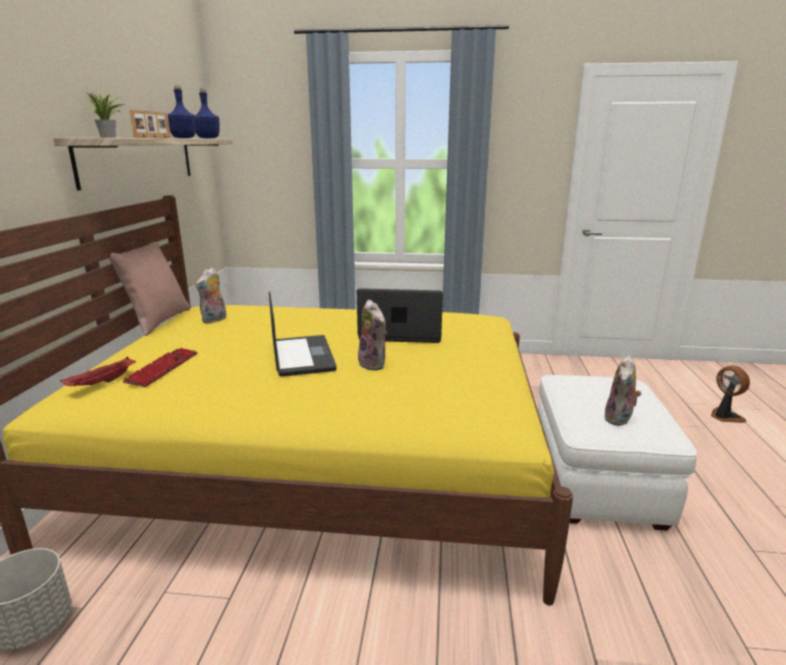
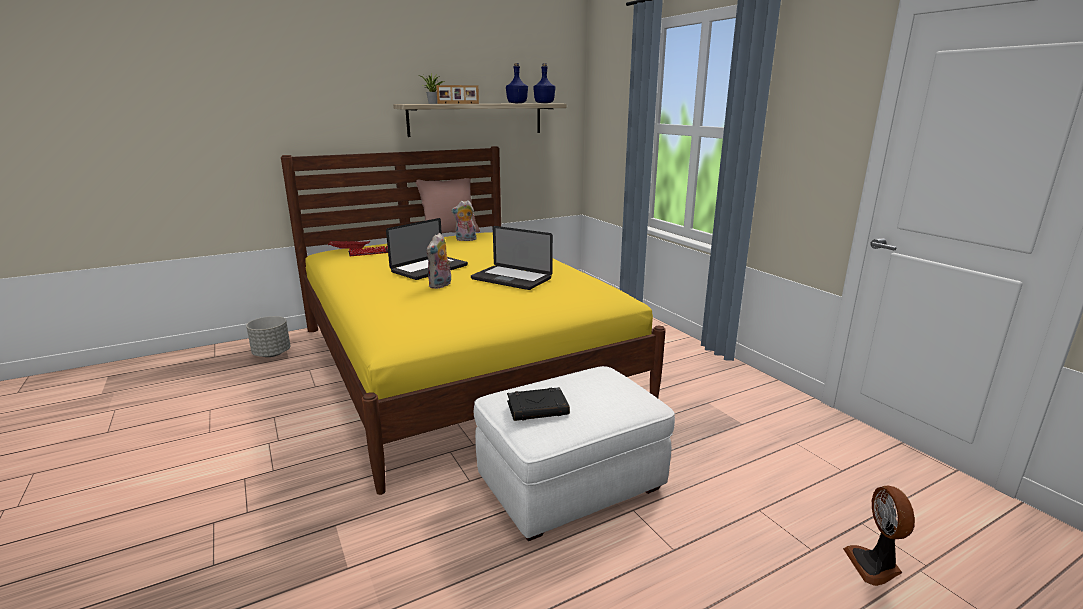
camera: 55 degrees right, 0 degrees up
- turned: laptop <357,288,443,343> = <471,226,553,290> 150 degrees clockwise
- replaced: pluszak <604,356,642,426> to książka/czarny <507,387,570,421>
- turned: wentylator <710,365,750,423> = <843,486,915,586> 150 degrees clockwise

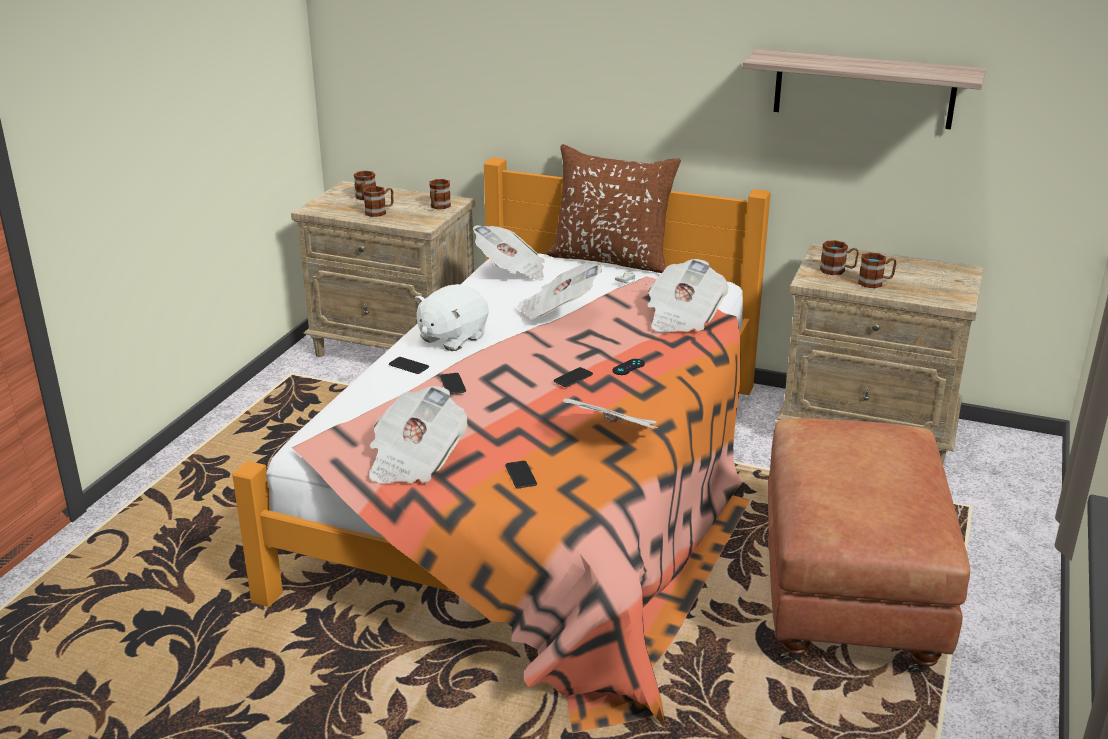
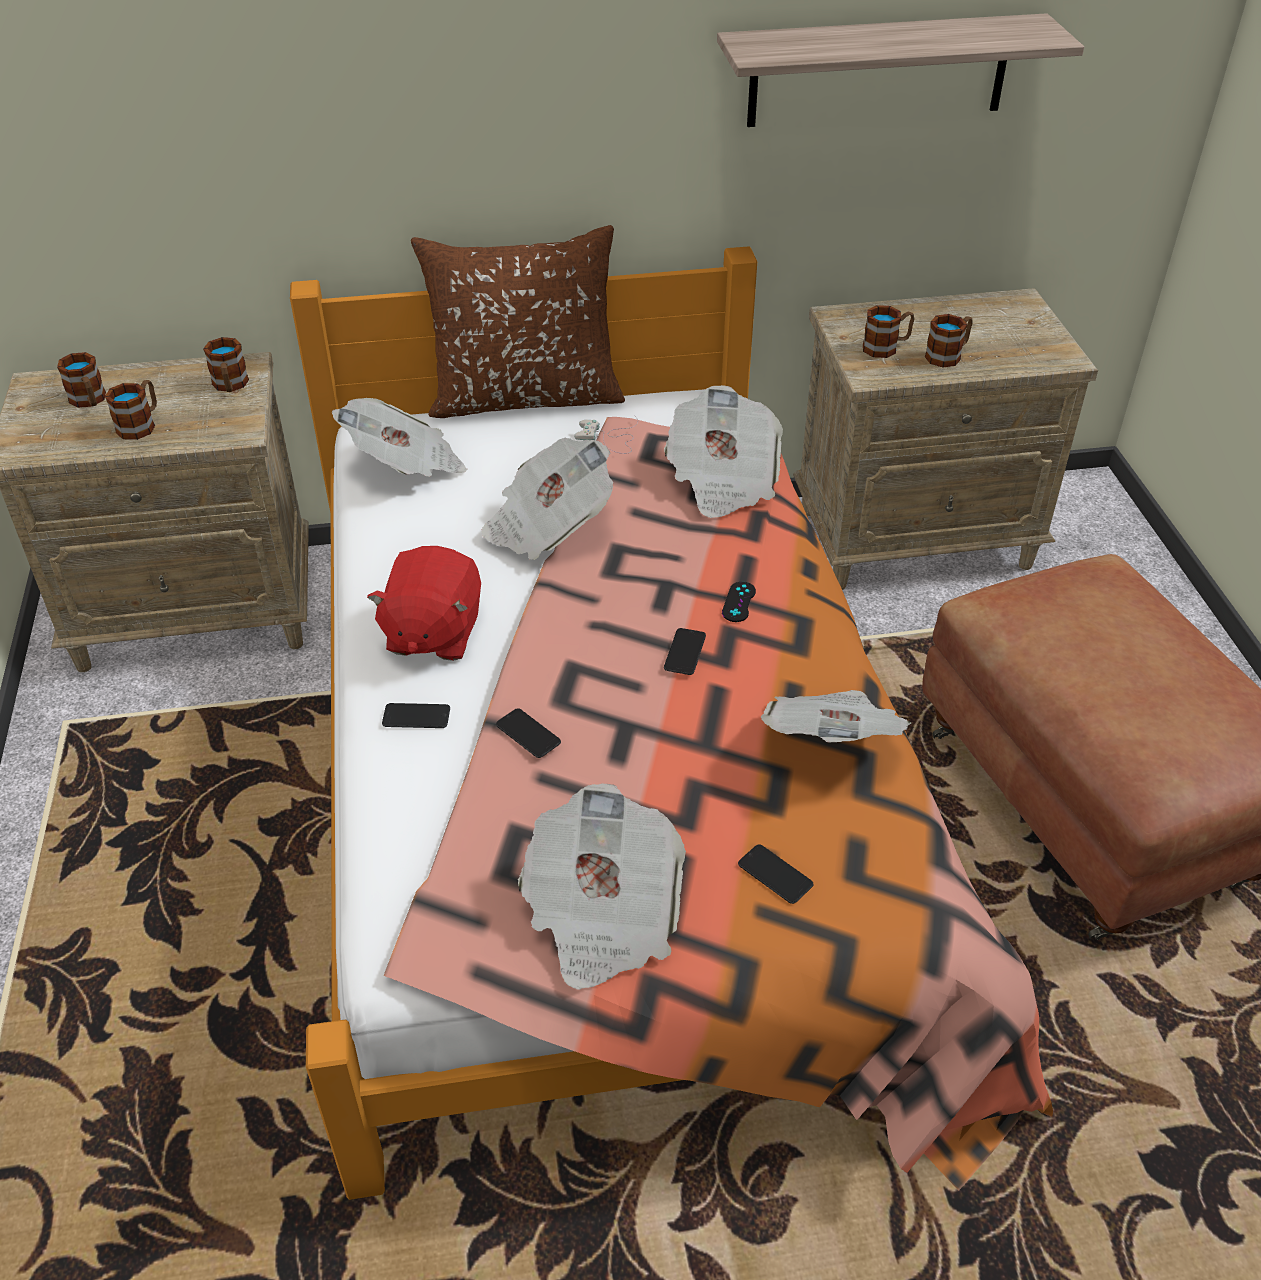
camera: 30 degrees left, 15 degrees up
- recoloured: pluszak/biały <415,284,489,351> to pluszak/czerwony <367,546,481,661>

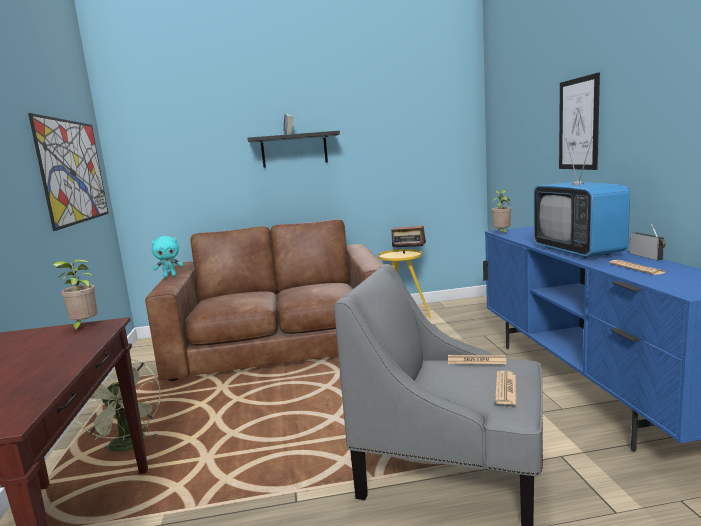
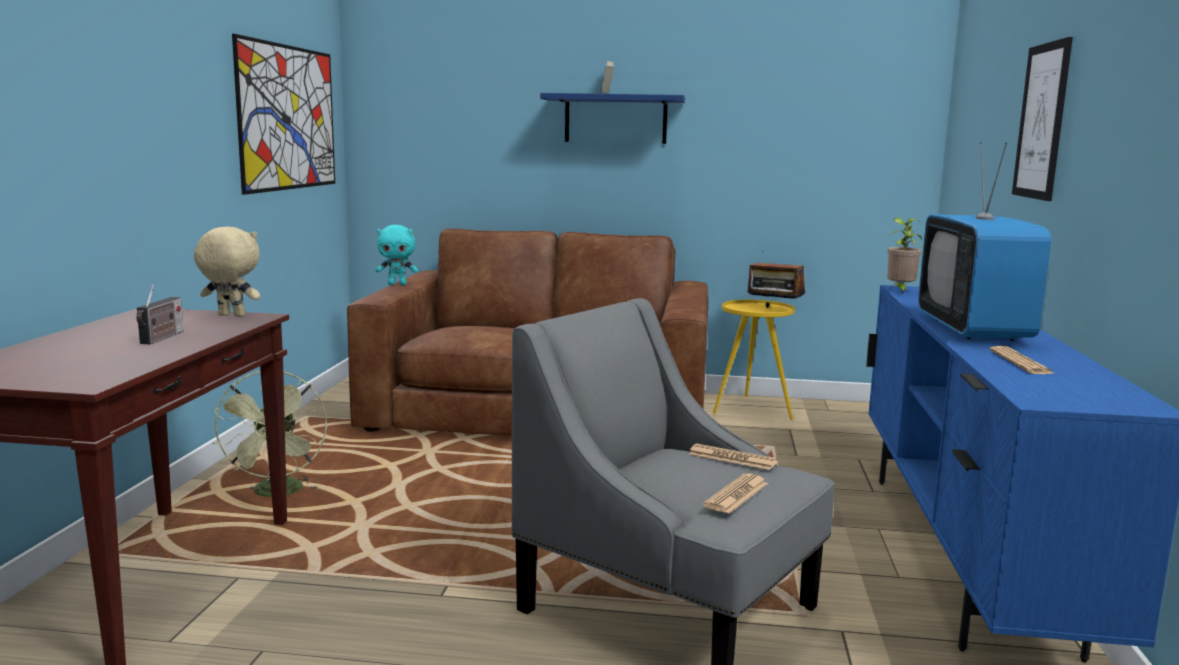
camera: 15 degrees right, 0 degrees up
- replaced: roślina doniczkowa <52,259,98,333> to pluszak/beżowy <194,227,260,317>
- recoloured: półka/czarny <248,131,340,168> to półka/niebieski <540,93,685,144>
- moved: radio <630,224,666,260> to <136,284,184,344>

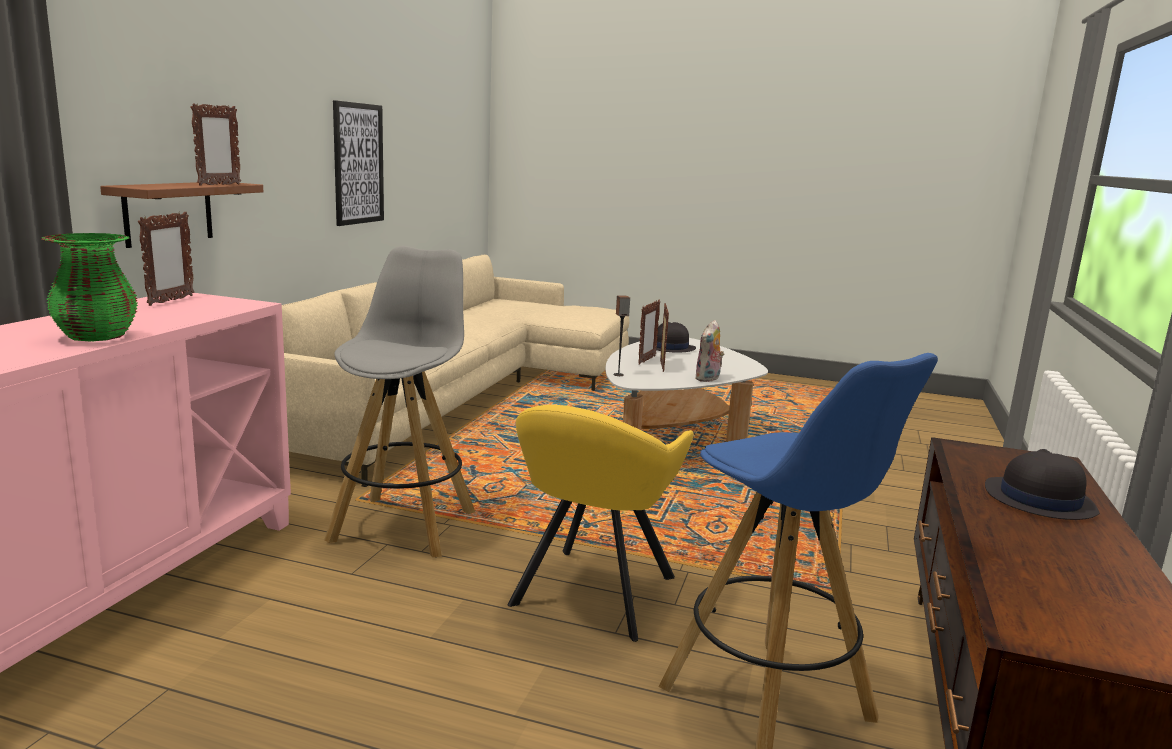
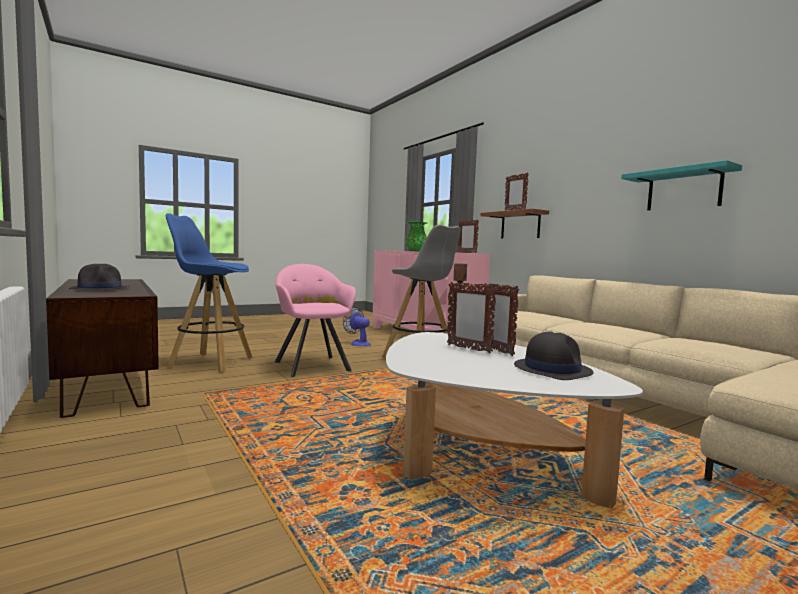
camera: 130 degrees right, 10 degrees down
- replaced: obraz <333,100,384,226> to półka/turkusowy <621,160,742,210>
- recoloured: fotel/żółty <508,405,694,642> to fotel/różowy <275,264,356,377>
- removed: pluszak <695,320,724,382>
- added: wentylator <343,307,371,346>

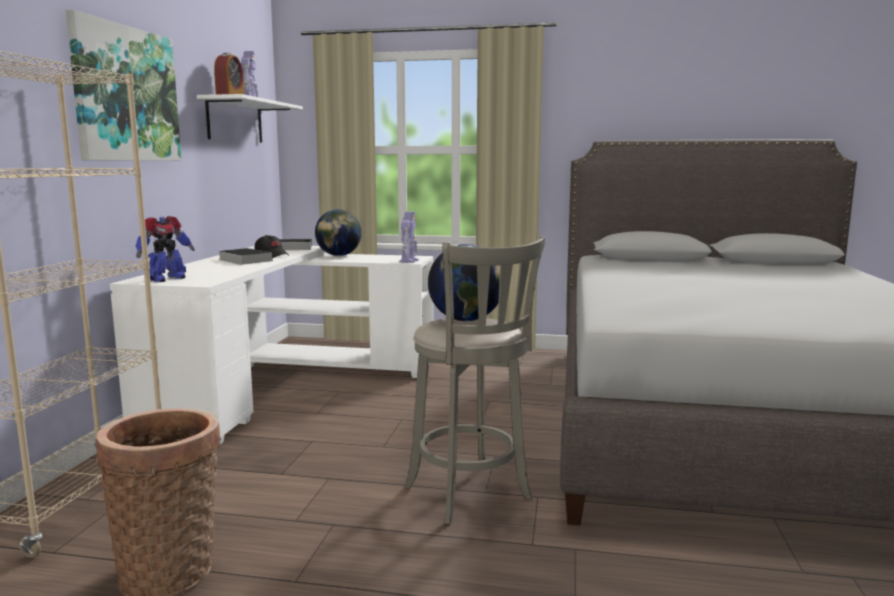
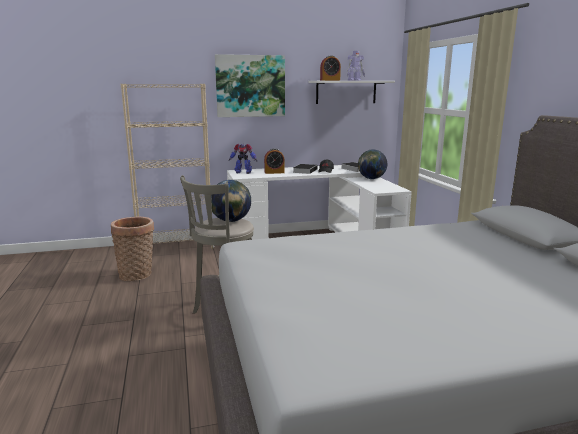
camera: 65 degrees right, 5 degrees up
- removed: robot zabawkowy <399,211,419,263>
- added: budzik <264,148,285,174>

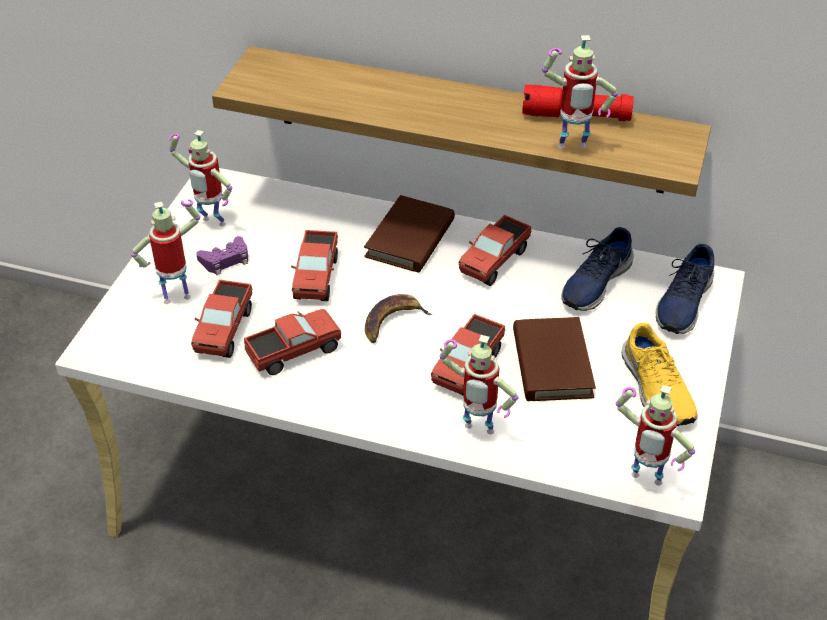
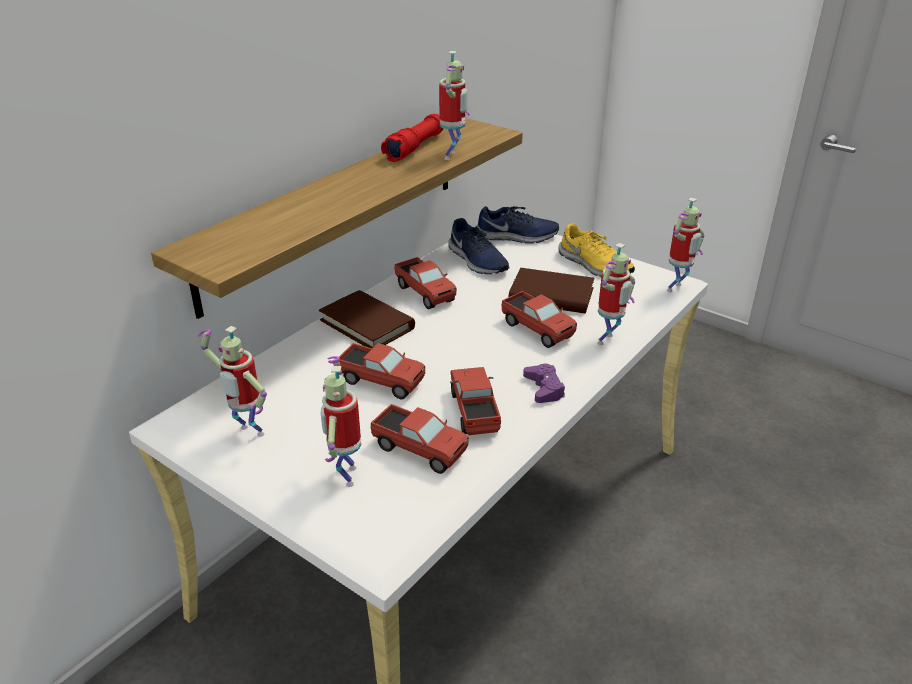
camera: 70 degrees left, 10 degrees down
- turned: robot zabawkowy <169,130,232,226> = <198,326,267,437> 75 degrees clockwise
- moved: pad do gier/fioletowy <196,236,248,275> to <523,364,565,403>
- removed: banan <365,294,432,343>
- turned: but/żółty <622,323,698,426> = <558,223,635,277> 45 degrees clockwise
- turned: but/niebieski <656,244,715,334> = <477,206,559,244> 45 degrees counterclockwise

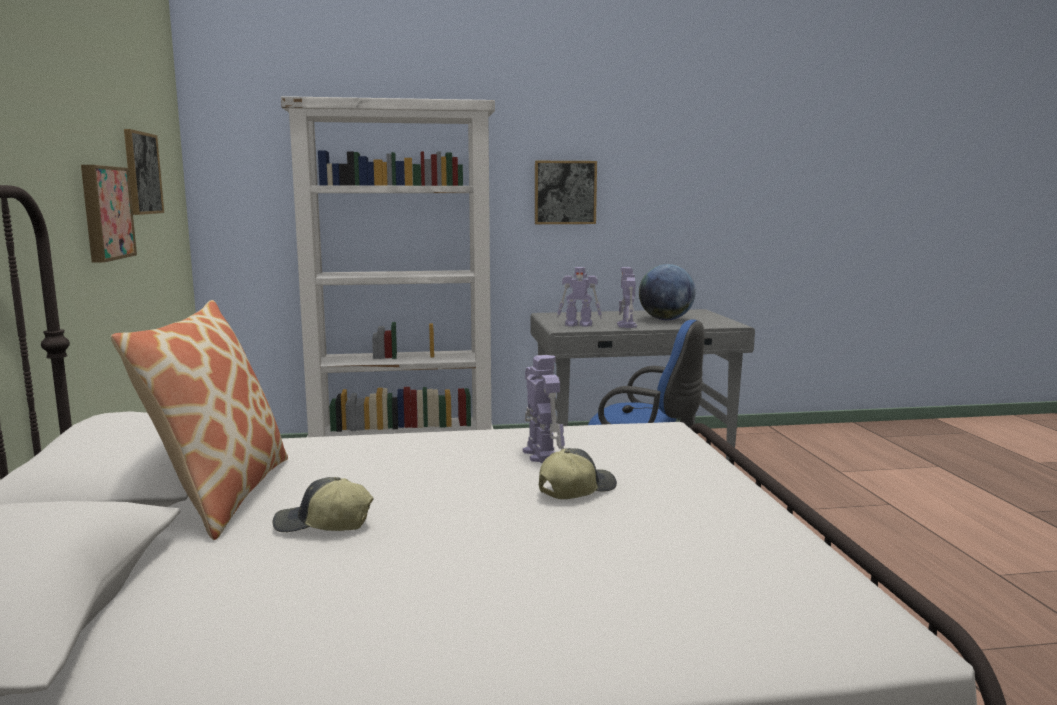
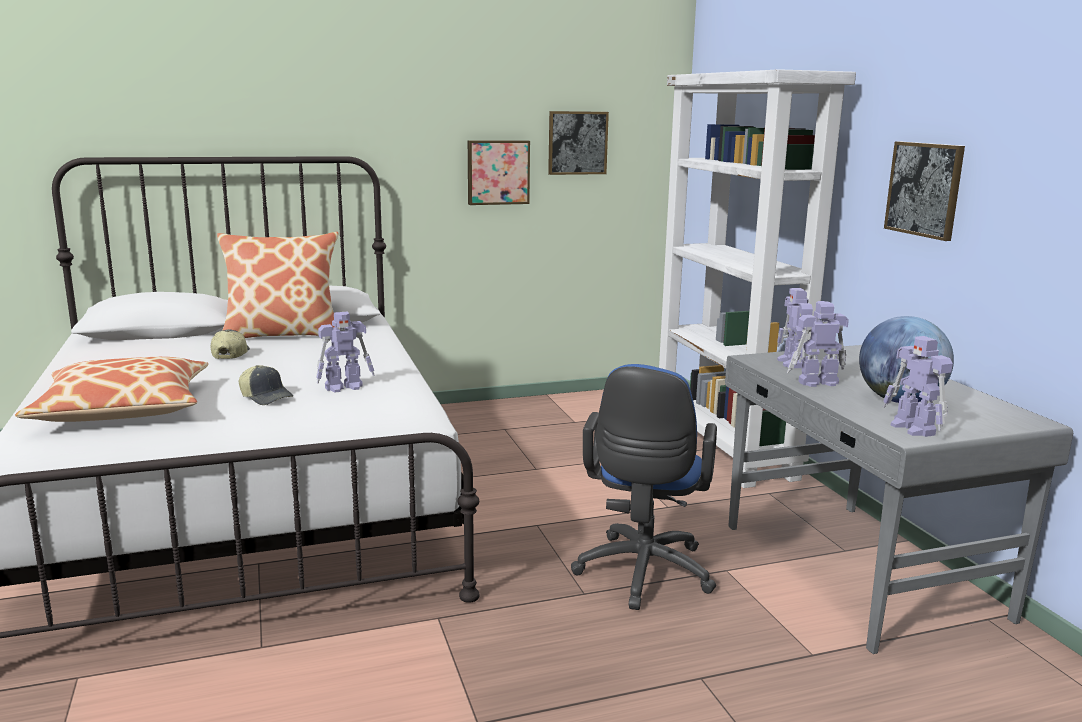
camera: 80 degrees right, 5 degrees up
- added: poduszka <15,357,208,422>
- added: robot zabawkowy <883,336,953,437>

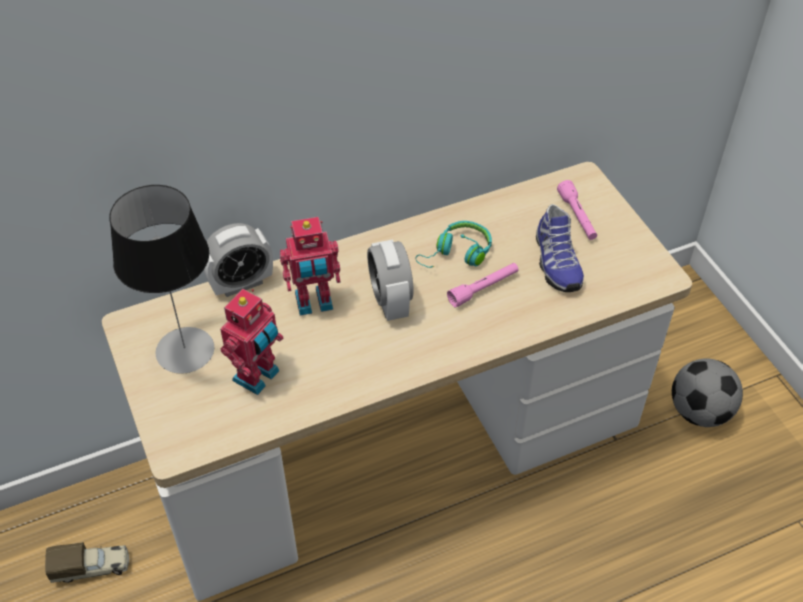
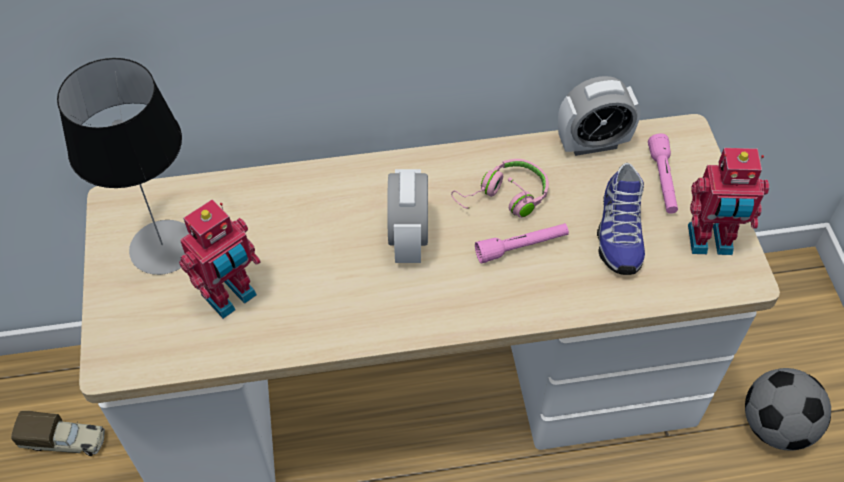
camera: 15 degrees right, 5 degrees up
- moved: budzik <203,223,273,297> to <558,76,641,156>
- moved: robot zabawkowy <280,217,340,316> to <688,148,769,255>
- recoloured: słuchawki/turkusowy <415,221,492,268> to słuchawki/różowy <451,159,549,218>

